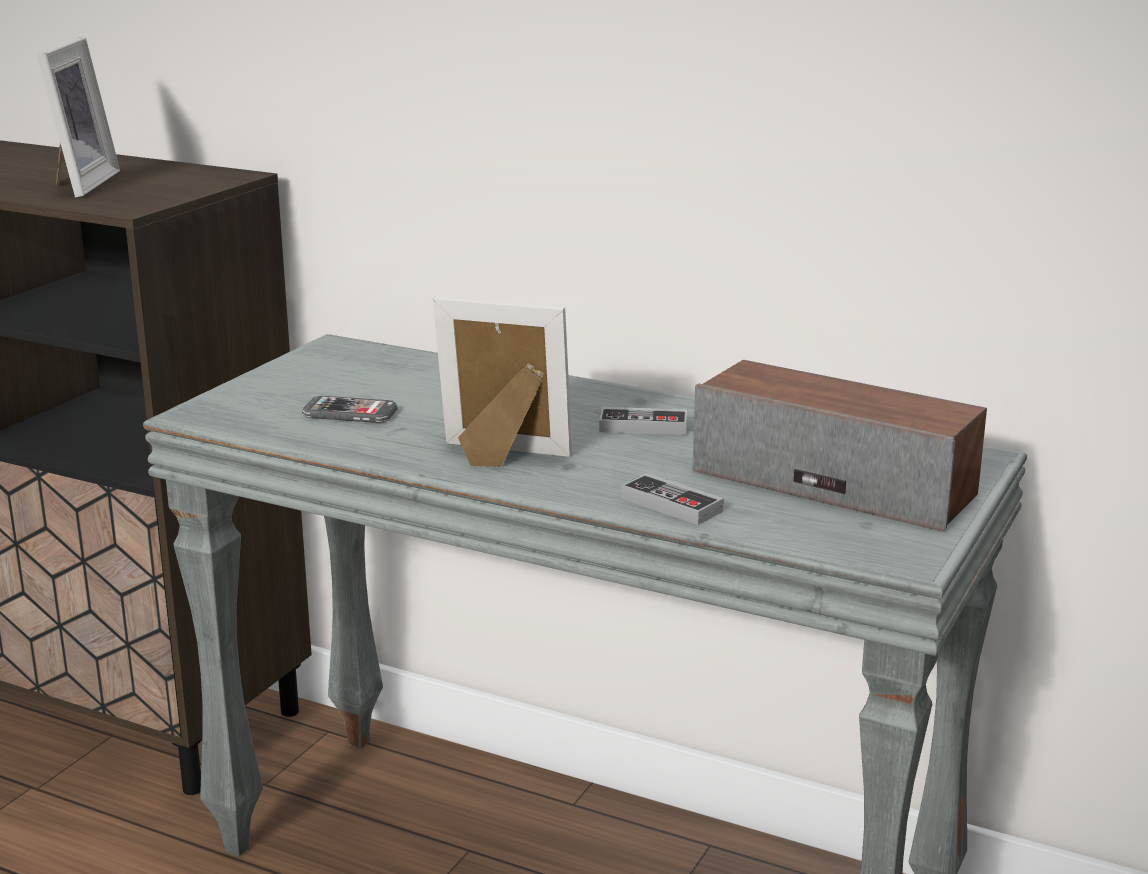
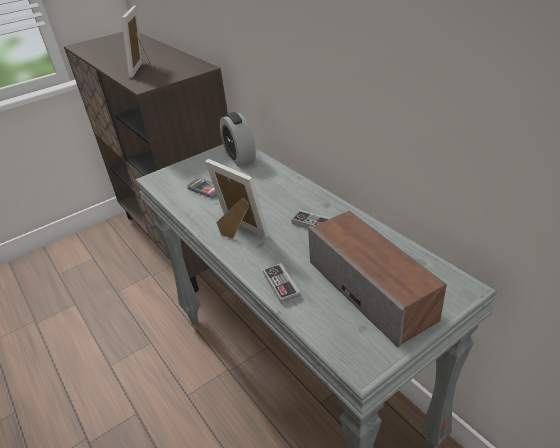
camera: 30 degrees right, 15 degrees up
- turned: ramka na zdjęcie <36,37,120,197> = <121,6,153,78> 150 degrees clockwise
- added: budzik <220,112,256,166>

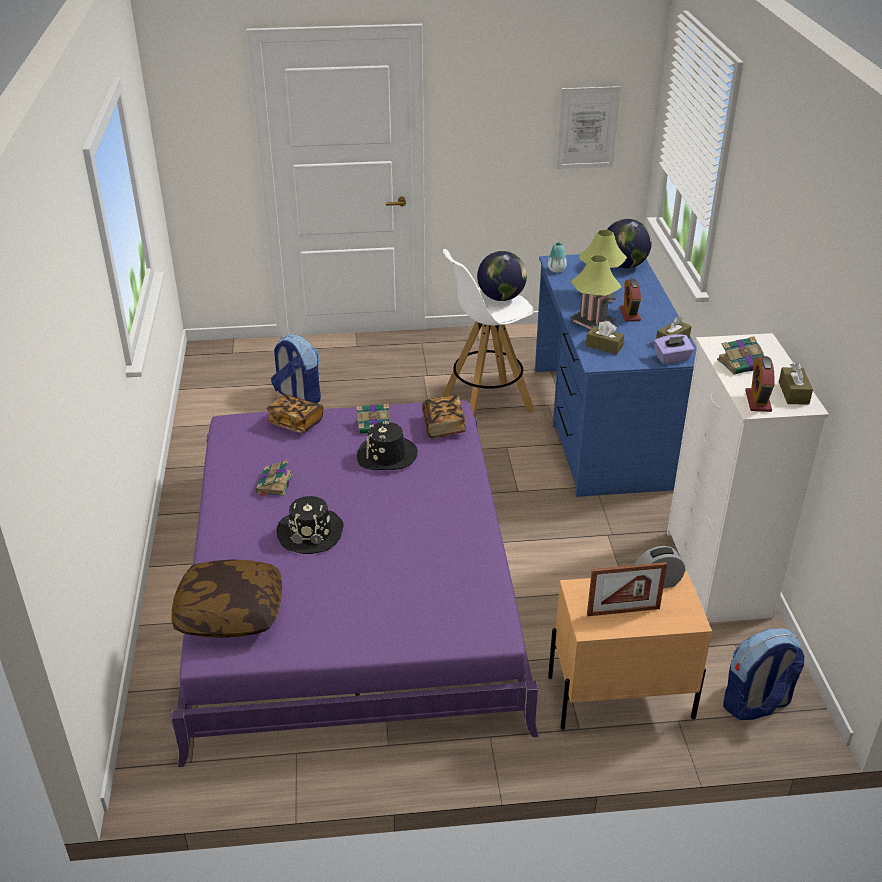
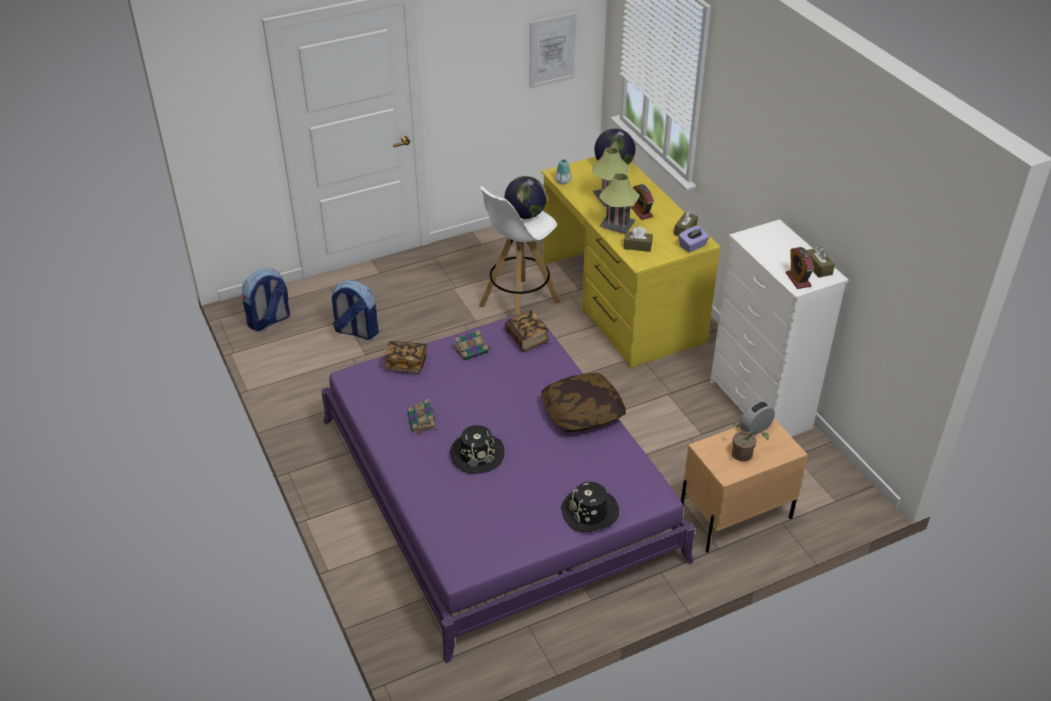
camera: 20 degrees left, 5 degrees up
- moved: poduszka <171,559,282,638> to <541,373,626,432>
- moved: kapelusz/czarny <357,421,418,470> to <561,482,619,532>
- recoloured: biurko/niebieski <535,254,697,497> to biurko/żółty <541,157,721,368>
- replaced: ramka na zdjęcie <587,562,667,616> to roślina doniczkowa <732,422,769,461>
- removed: książka <717,336,764,374>
- moved: plecak <723,628,805,720> to <242,268,290,331>

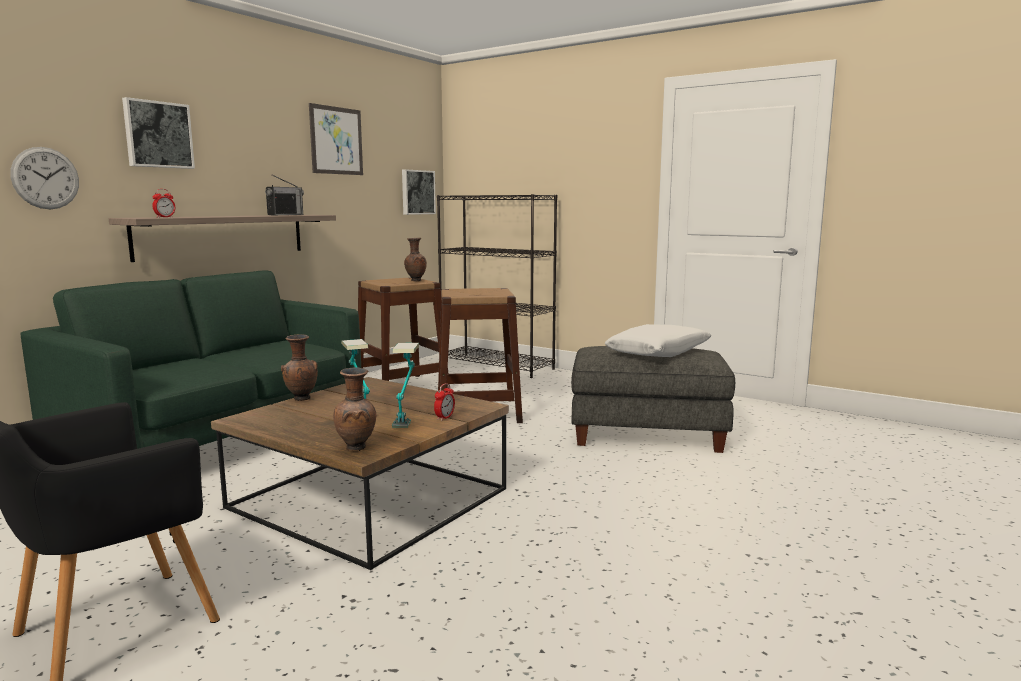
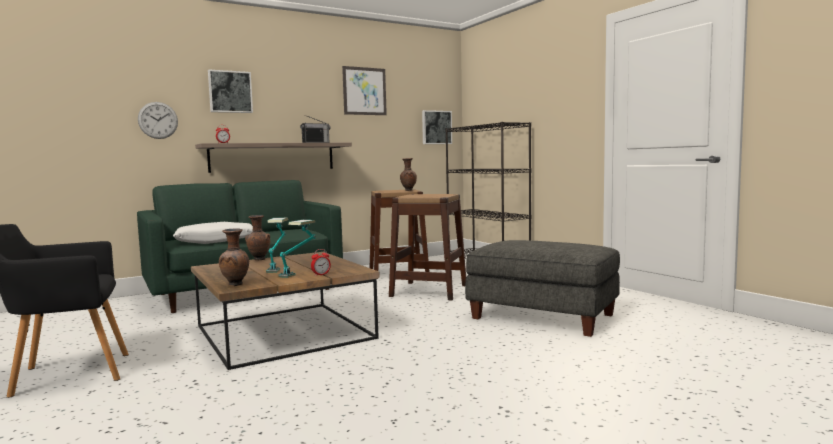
camera: 25 degrees right, 5 degrees down
- moved: poduszka/biały <605,324,712,357> to <173,222,253,244>

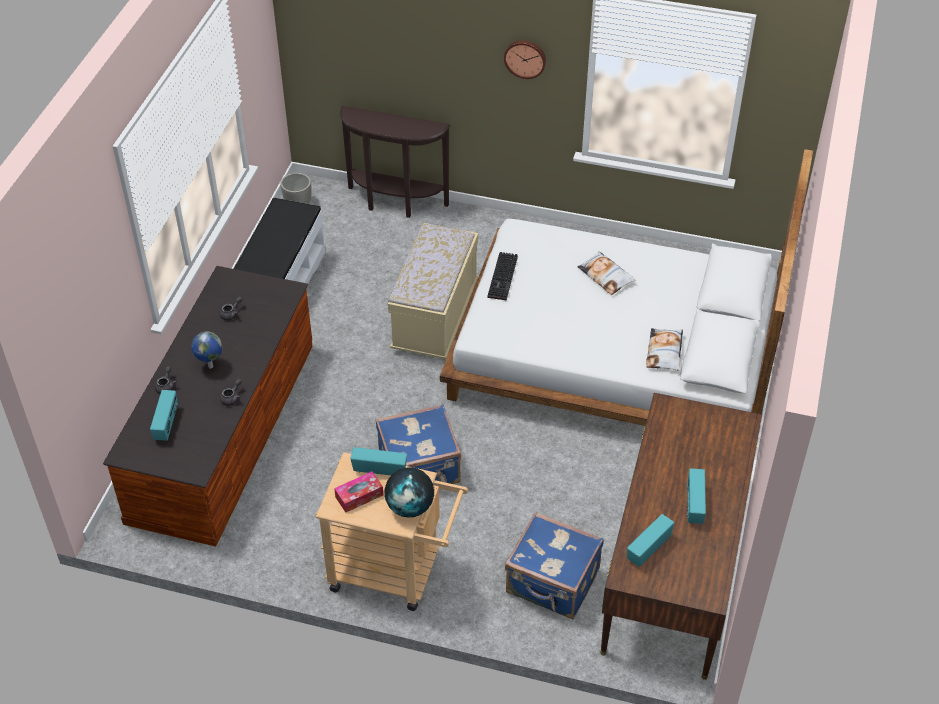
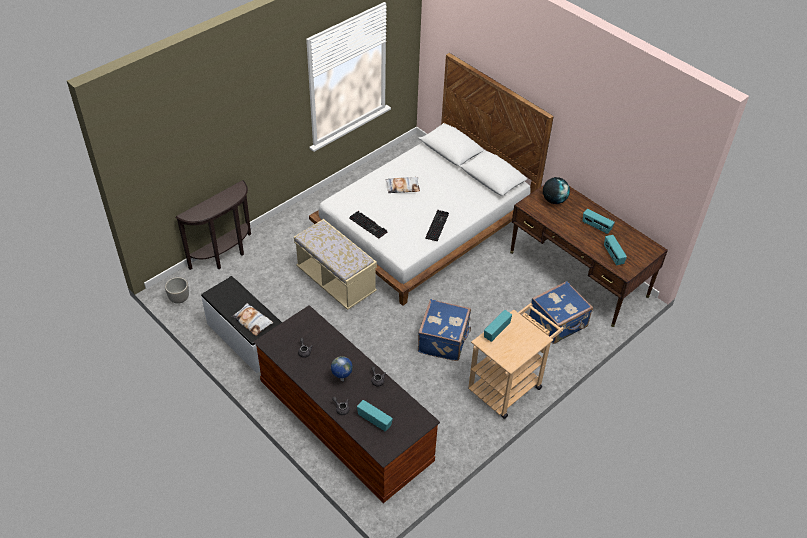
camera: 60 degrees left, 0 degrees up
- removed: pudełko chusteczek <334,471,383,513>
- moved: globus <384,467,434,518> to <543,177,570,204>
- removed: zegar ścienny <504,40,546,79>
- moved: poduszka <646,328,683,371> to <232,303,273,336>
- added: klawiatura <425,210,449,241>

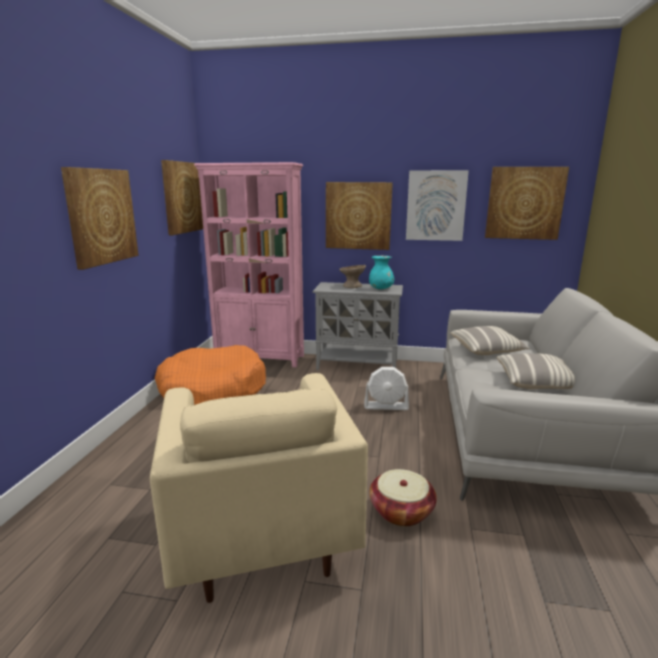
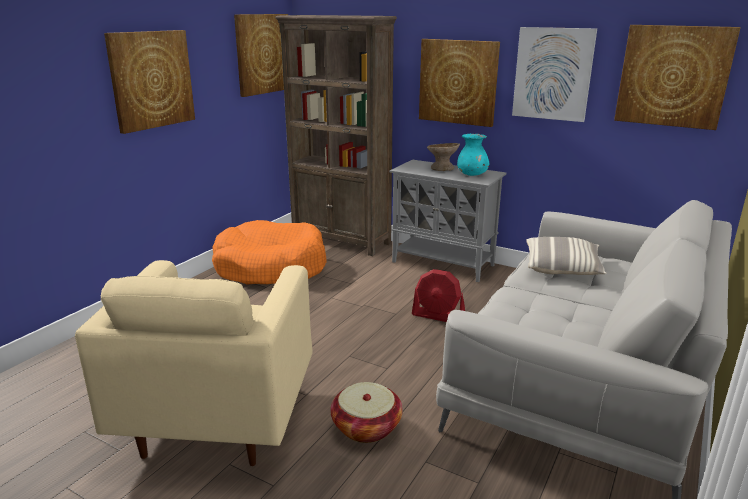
camera: 20 degrees right, 5 degrees up
- recoloured: regał/różowy <194,162,304,367> to regał/brązowy <275,15,397,256>
- recoloured: wentylator/biały <364,367,409,410> to wentylator/czerwony <412,269,465,322>
- removed: poduszka <497,353,575,389>

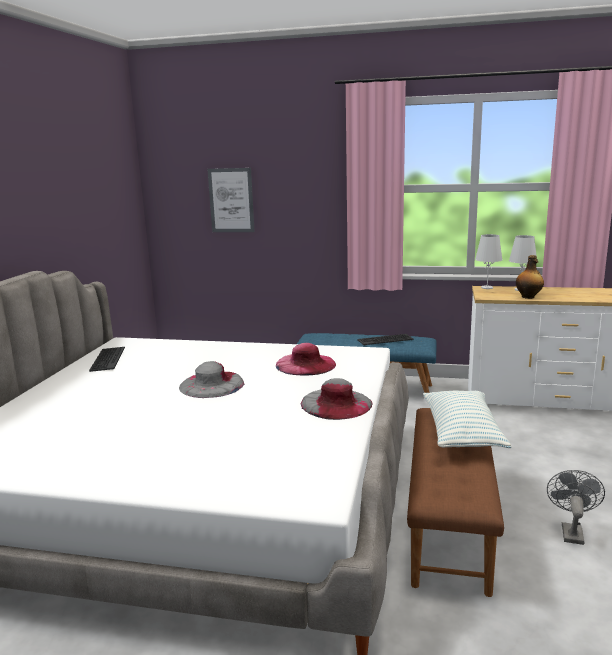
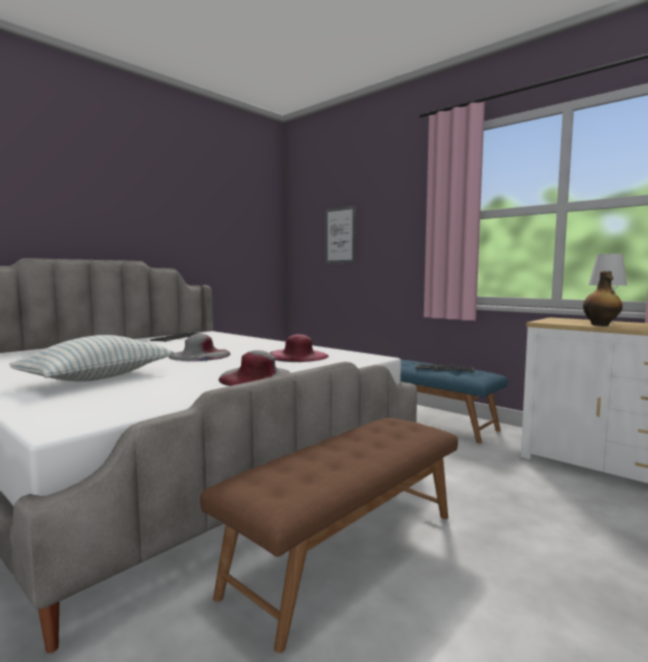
camera: 30 degrees right, 10 degrees down
- moved: poduszka <423,391,512,449> to <9,335,174,382>
- removed: lampa stołowa/biały <475,234,503,289>
- removed: wentylator/szary <547,470,605,545>

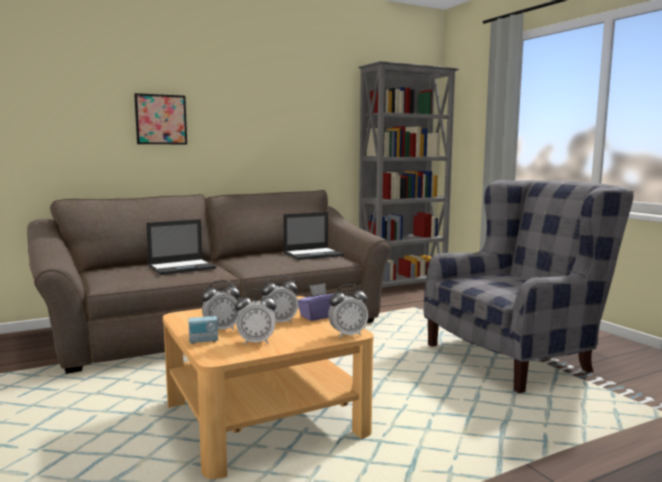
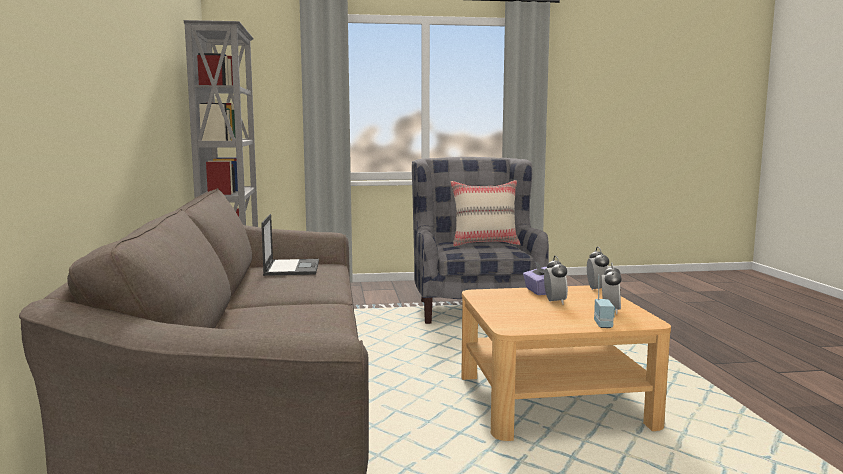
camera: 70 degrees left, 0 degrees up
- removed: obraz <134,93,187,145>
- removed: laptop <146,219,216,275>
- removed: budzik <202,280,240,330>
- added: poduszka/beżowy <451,180,520,246>

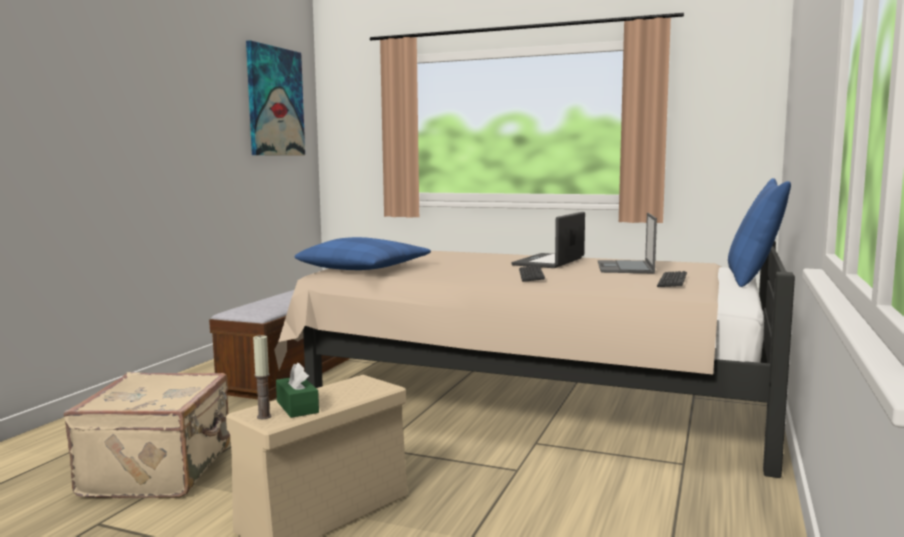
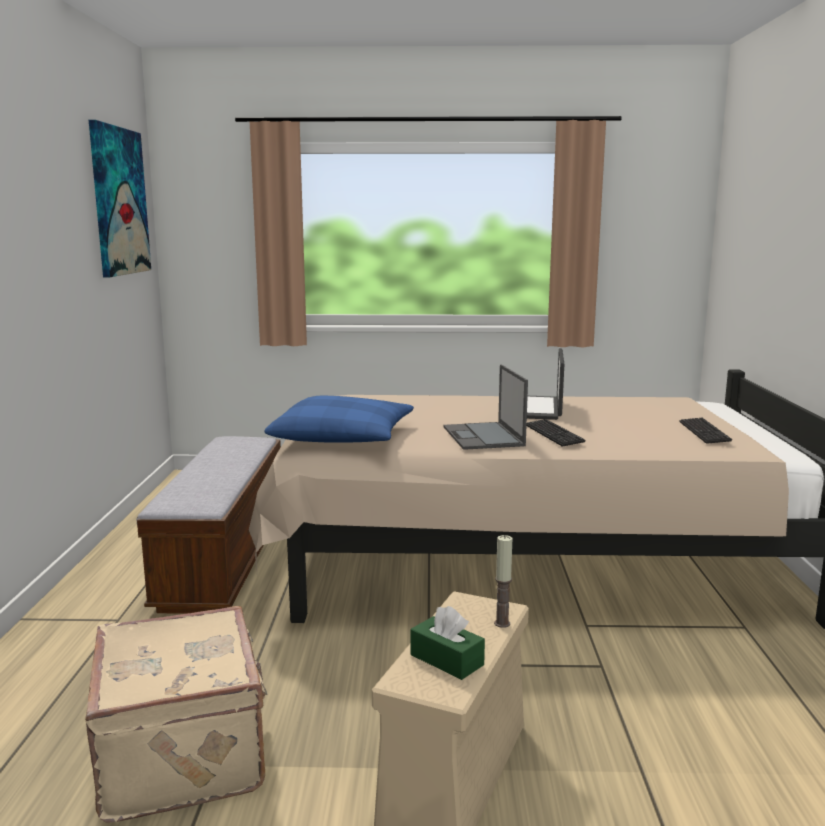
camera: 20 degrees left, 5 degrees up
- moved: świeca <253,334,272,419> to <494,535,512,628>
- moved: laptop <598,213,657,273> to <443,364,528,450>
- removed: poduszka/niebieski <728,178,791,287>

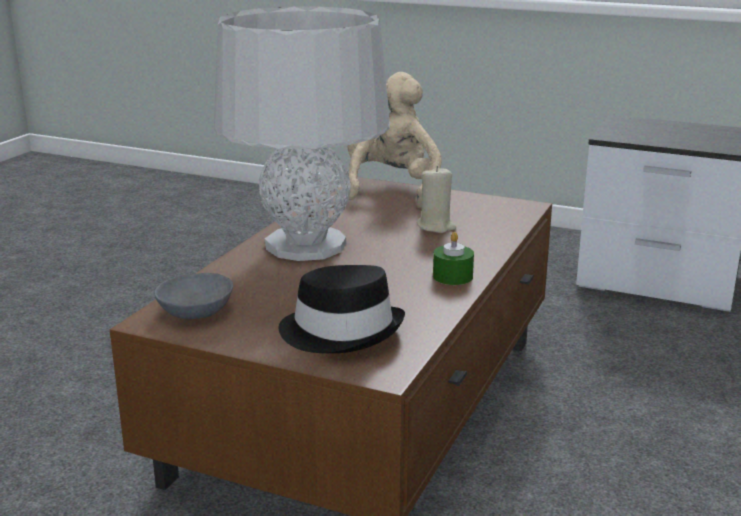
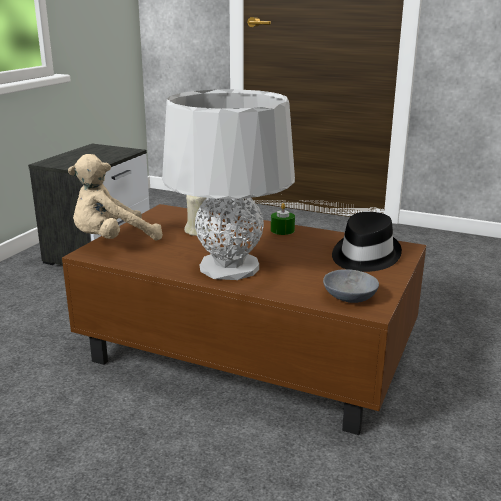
camera: 90 degrees left, 0 degrees up
- turned: pluszak/beżowy <347,72,442,209> = <68,154,163,241> 45 degrees counterclockwise

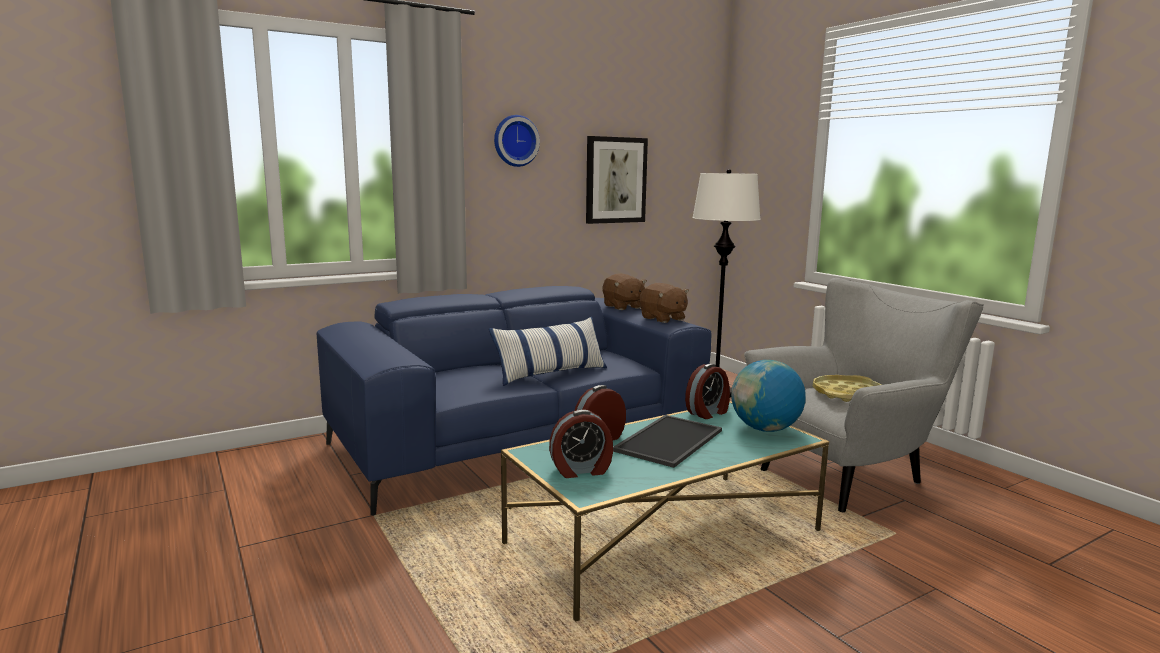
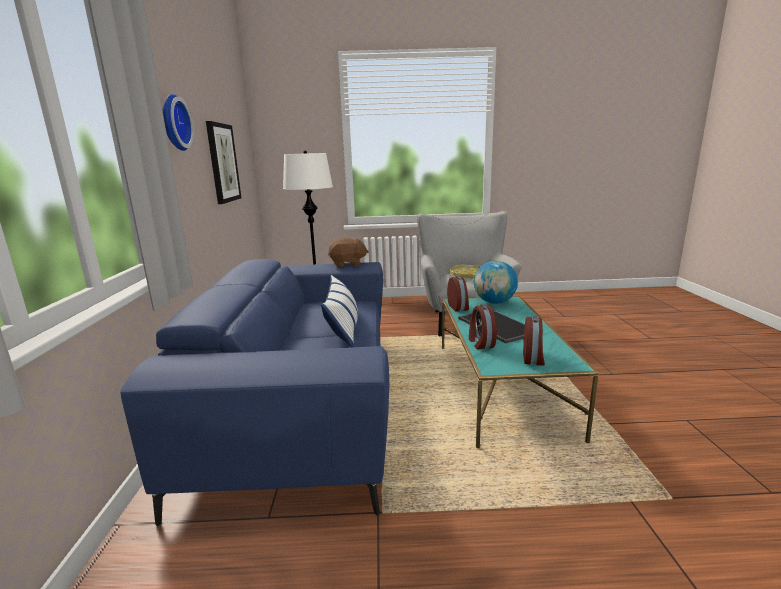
camera: 60 degrees left, 5 degrees up
- removed: pluszak/brązowy <602,273,647,310>

